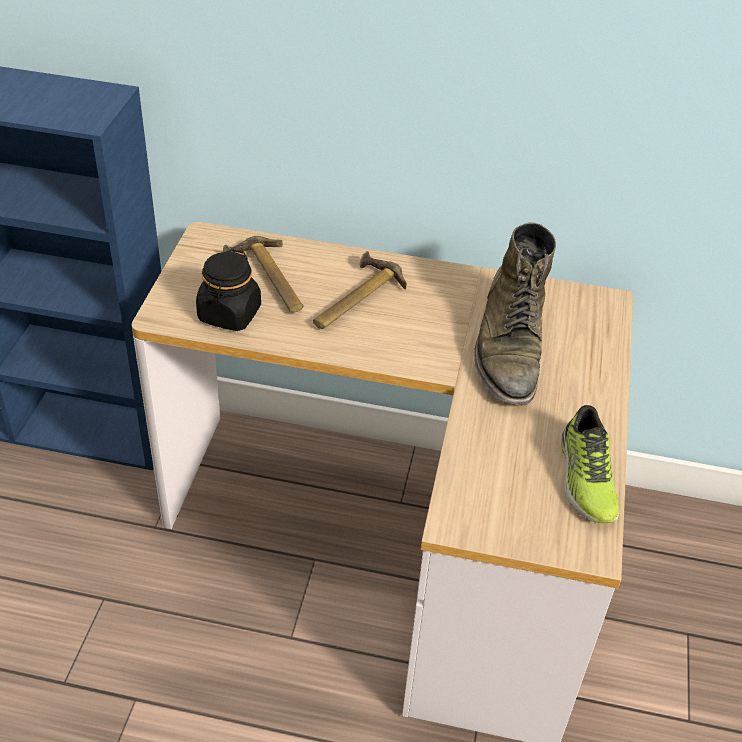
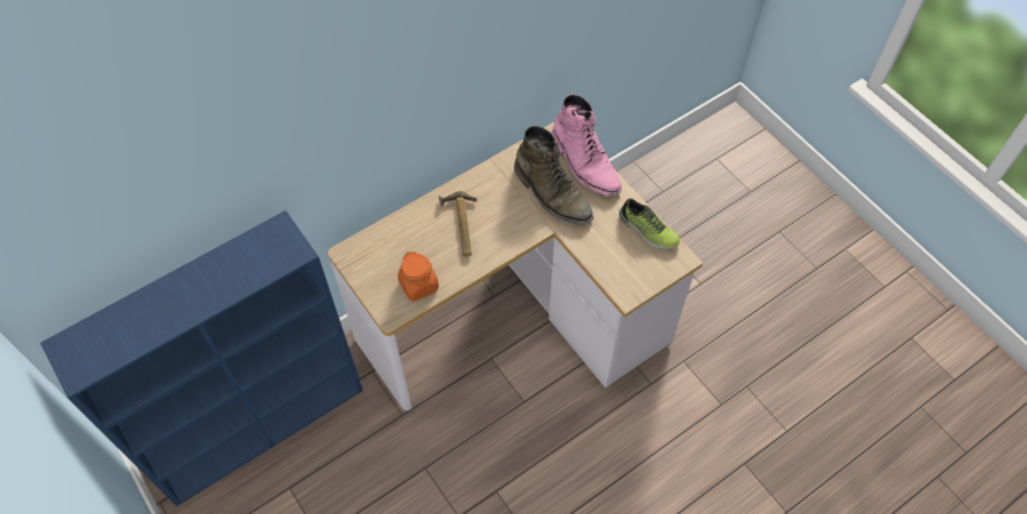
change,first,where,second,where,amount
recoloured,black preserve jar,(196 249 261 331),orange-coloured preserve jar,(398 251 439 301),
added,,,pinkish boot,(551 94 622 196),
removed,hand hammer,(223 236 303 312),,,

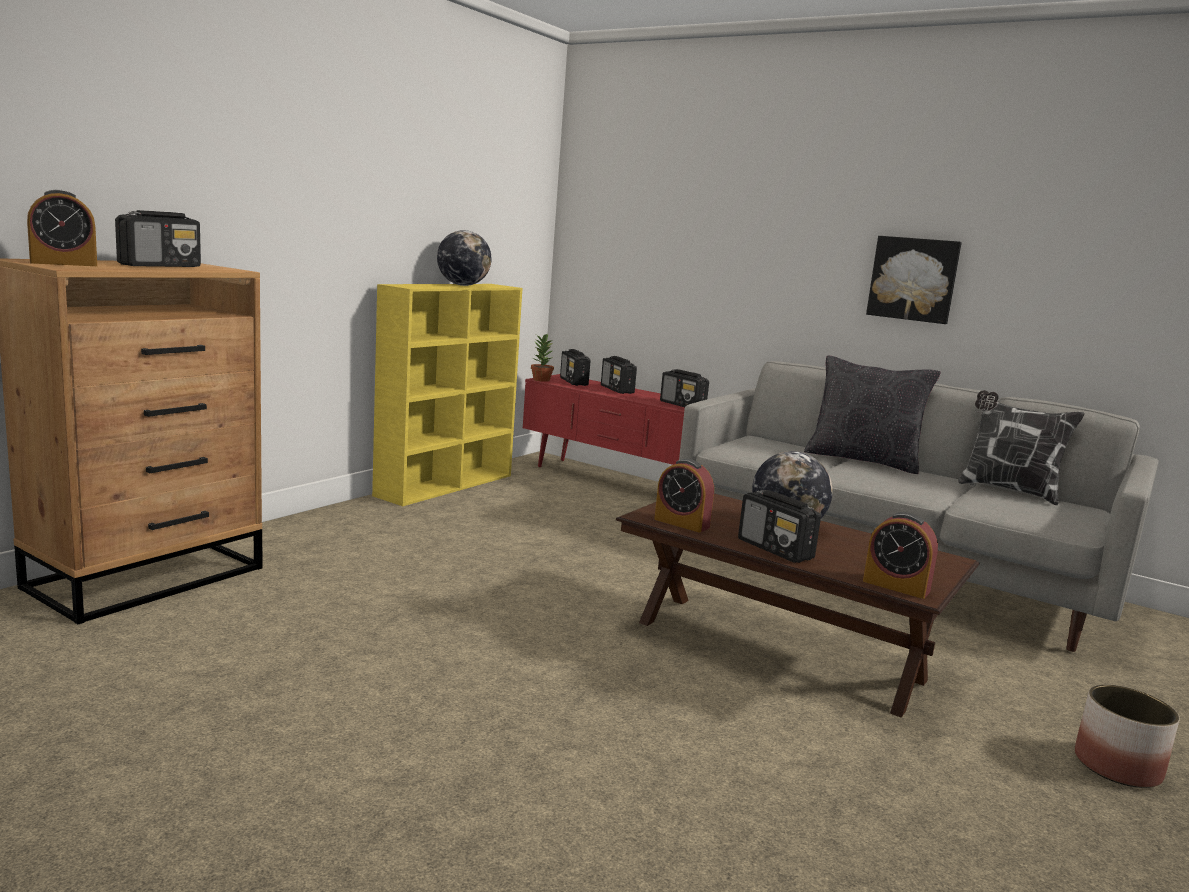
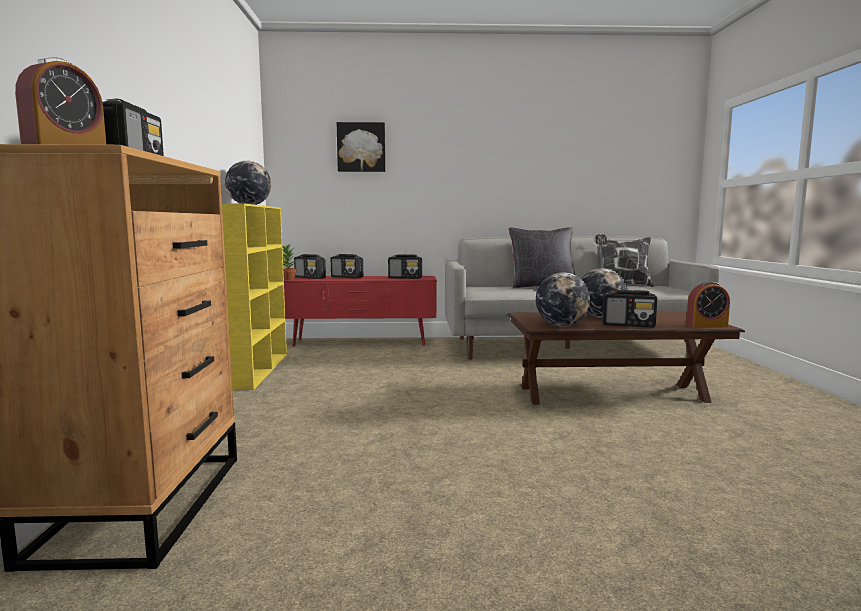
change,first,where,second,where,amount
moved,wall art,(866 236 962 324),,(337 122 385 172),
replaced,bedside clock,(654 459 714 532),globe,(536 272 591 326),
removed,planter,(1075 685 1180 788),,,

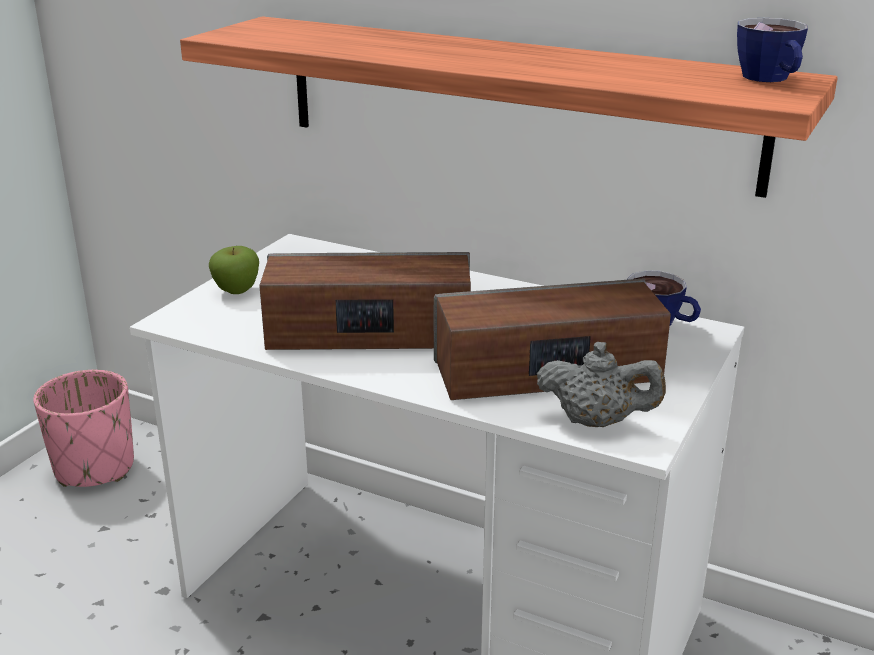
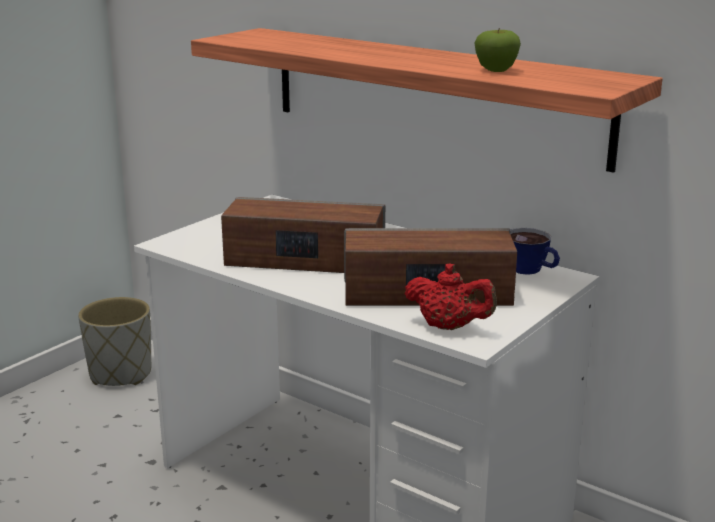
change,first,where,second,where,amount
recoloured,pinkish planter,(33 370 134 487),greyish planter,(78 297 151 386),
recoloured,greyish pot for tea,(537 342 666 427),reddish pot for tea,(404 263 497 330),
moved,apple fruit,(209 246 259 294),,(474 28 521 72),
removed,small cup,(737 18 808 82),,,

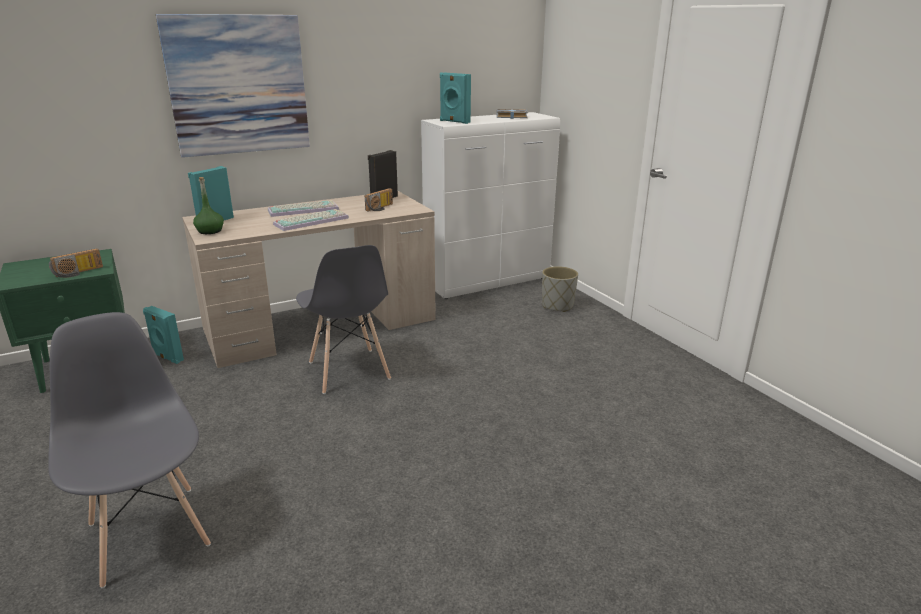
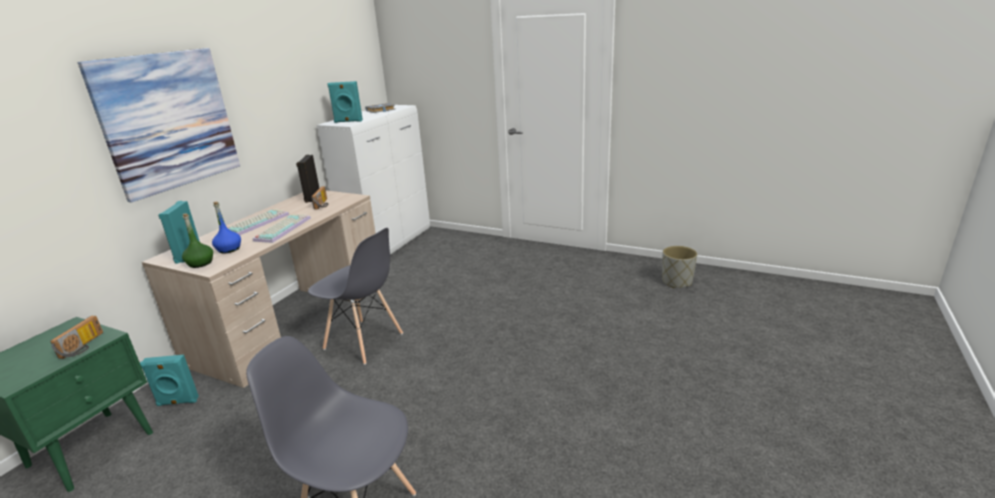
change,first,where,second,where,amount
added,,,bluish beverage bottle,(212 202 241 253),
moved,greyish planter,(542 266 578 312),,(662 246 697 288),

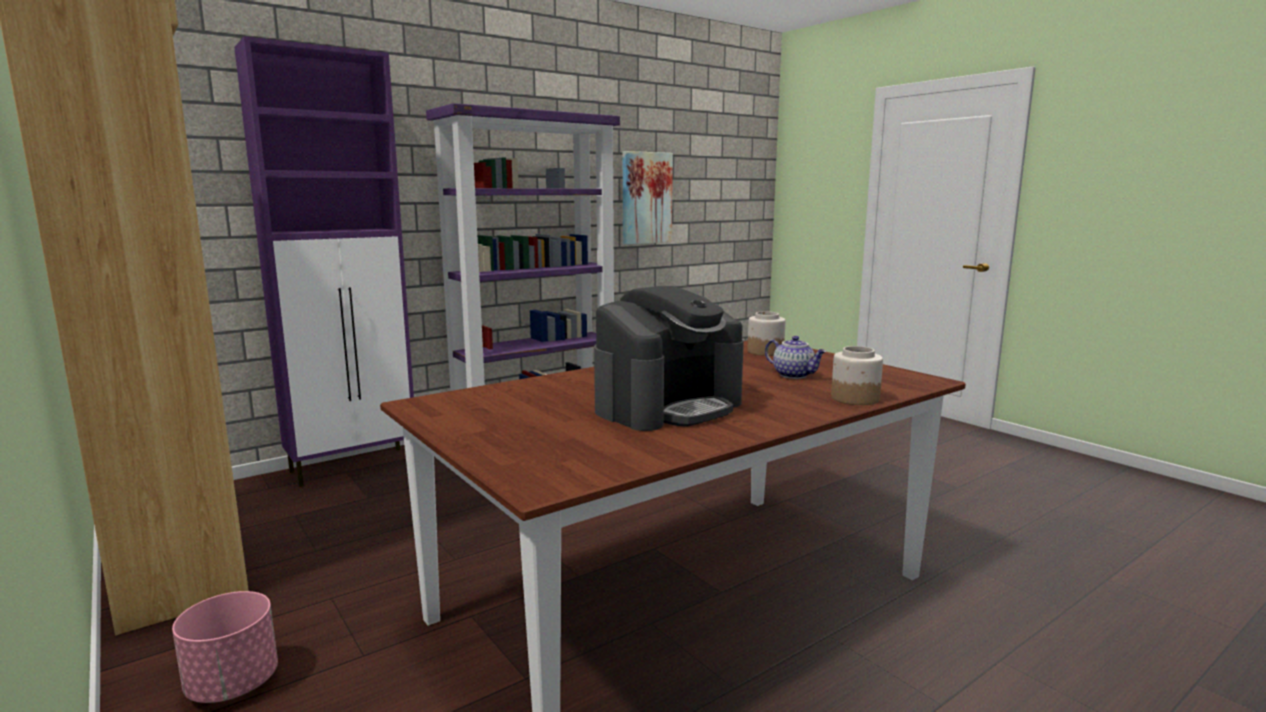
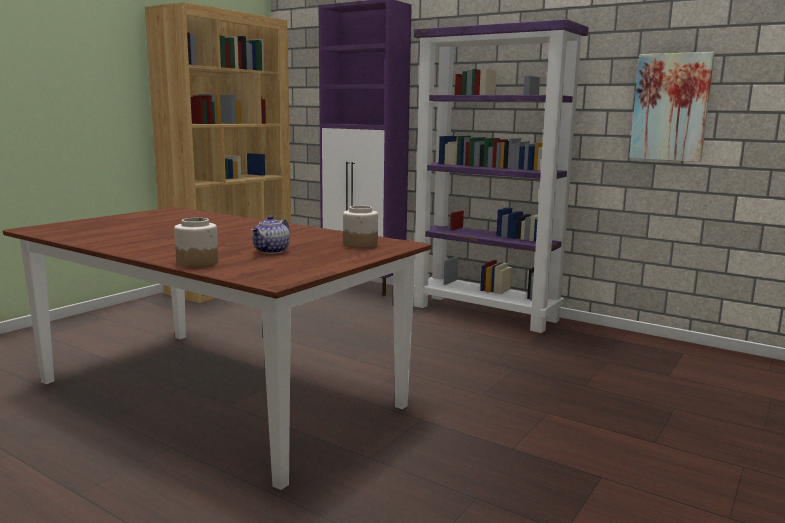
change,first,where,second,where,amount
removed,pinkish planter,(172 591 278 703),,,
removed,coffee maker,(594 286 744 431),,,

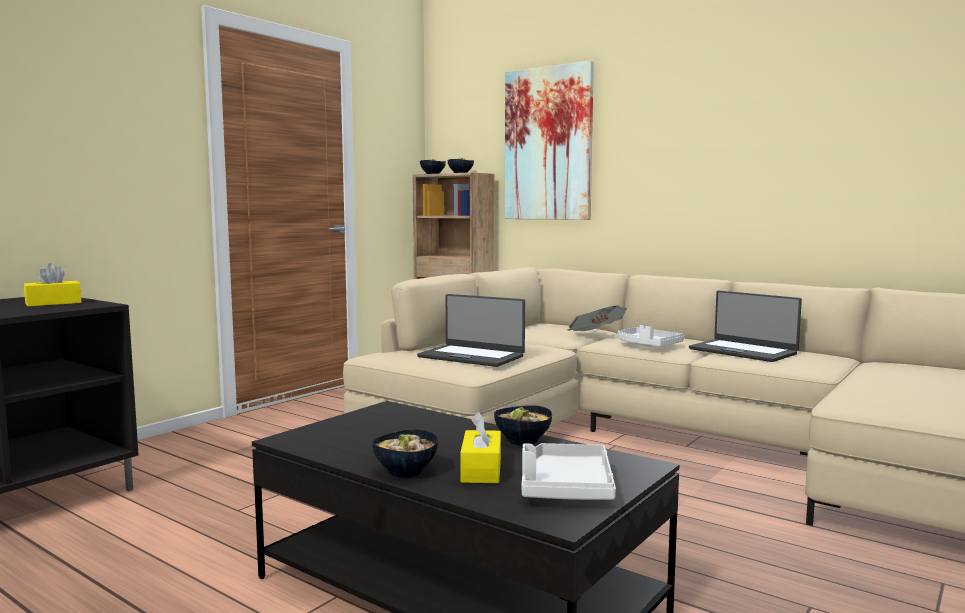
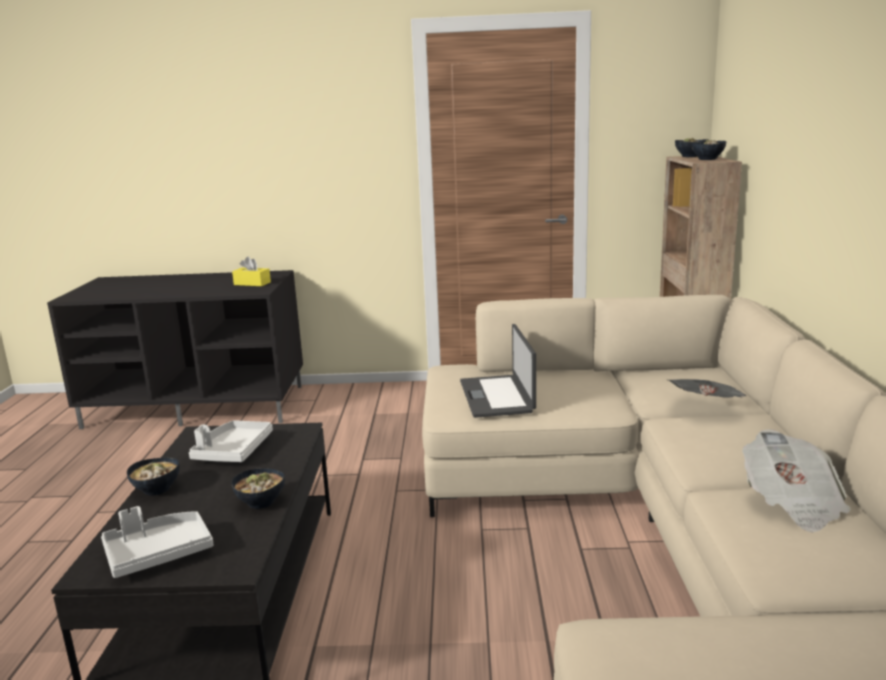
change,first,where,second,where,amount
moved,white serving tray,(617 325 684 347),,(189 420 273 462),
replaced,notebook computer,(689 291 802 362),printed paper,(742 429 851 533),
removed,yellowish box of tissues,(460 412 501 483),,,
removed,wall art,(505 60 594 220),,,

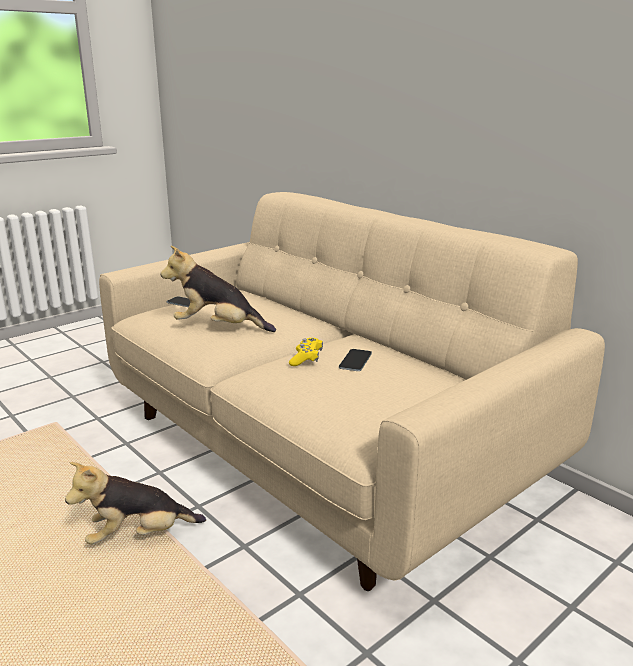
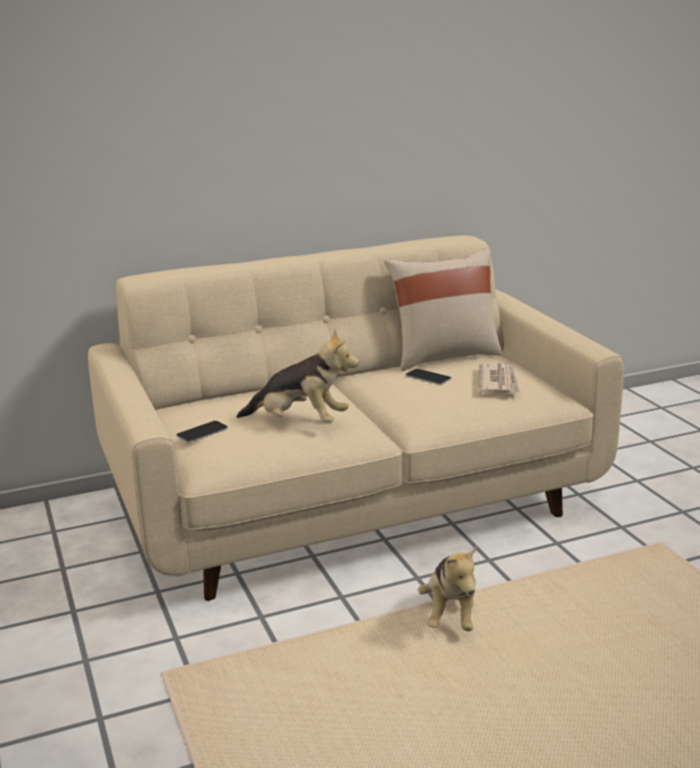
change,first,where,second,where,amount
turned,plush toy,(161 246 276 332),,(236 329 359 422),105 degrees counterclockwise
added,,,sand-coloured pillow,(385 247 502 371),
added,,,printed paper,(479 363 520 394),
removed,yellowish joypad,(289 338 323 366),,,

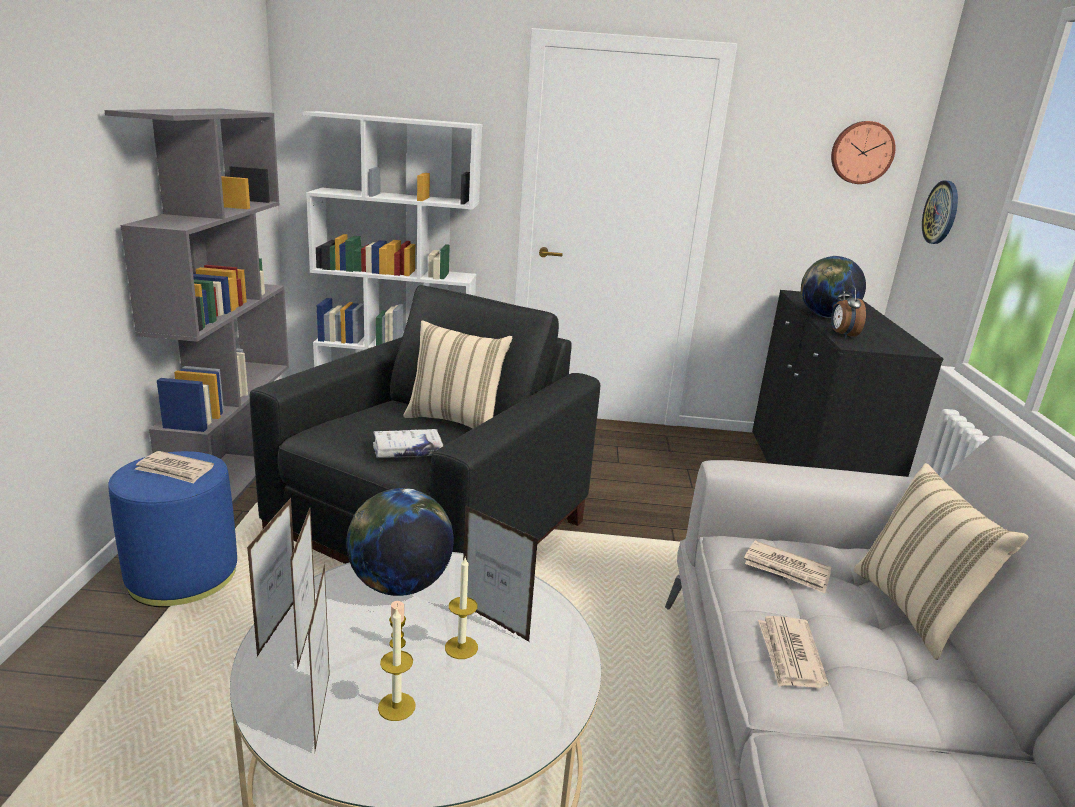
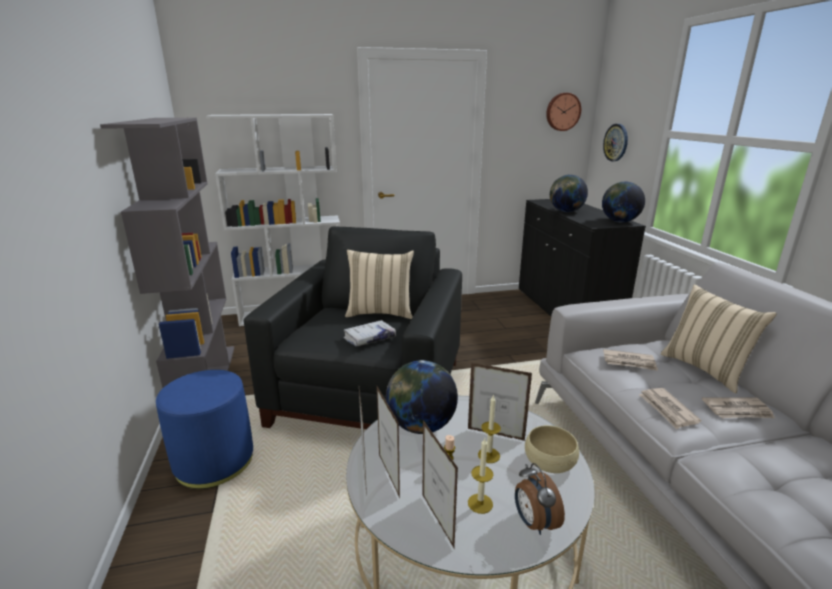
change,first,where,second,where,amount
moved,bedside clock,(831 285 866 338),,(515 463 565 535),
added,,,sand-coloured serving bowl,(525 425 579 473),
added,,,globe,(602 181 645 223),
moved,printed paper,(135 451 214 483),,(702 397 775 418),

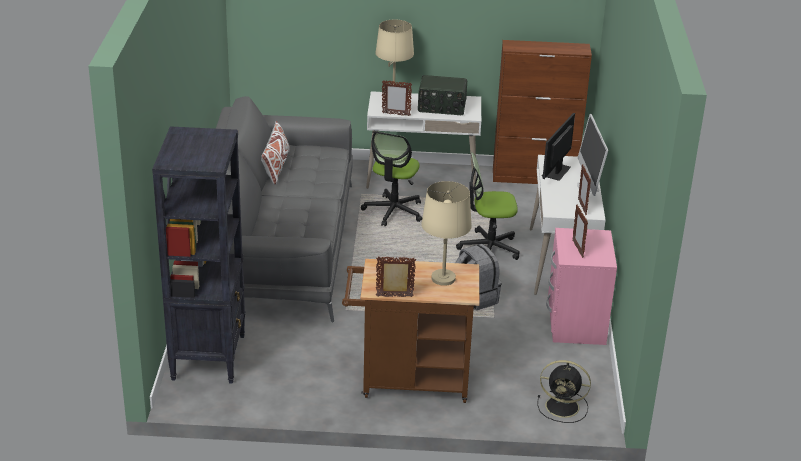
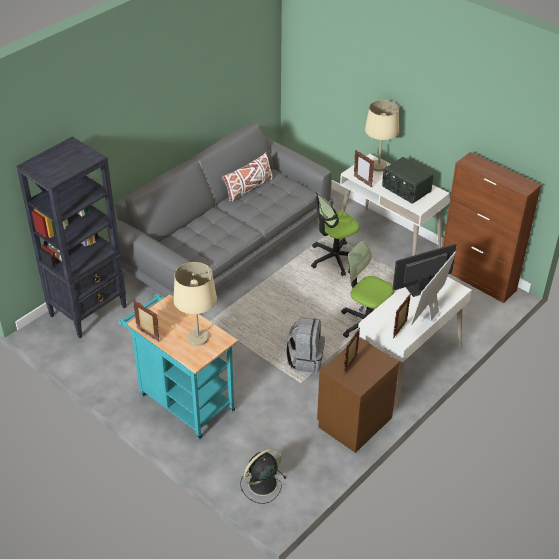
change,first,where,second,where,amount
recoloured,brownish wheeled cart,(342 259 479 403),turquoise wheeled cart,(119 294 238 439),
turned,black fan,(537 360 591 423),,(240 448 286 504),90 degrees clockwise
recoloured,pinkish nightstand,(546 228 617 345),brownish nightstand,(317 337 399 453),

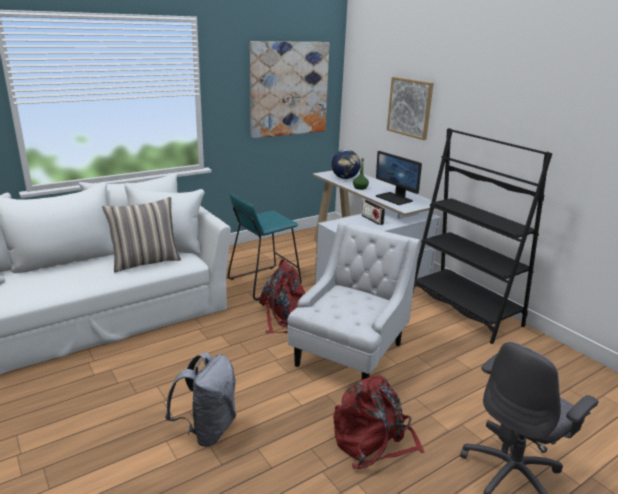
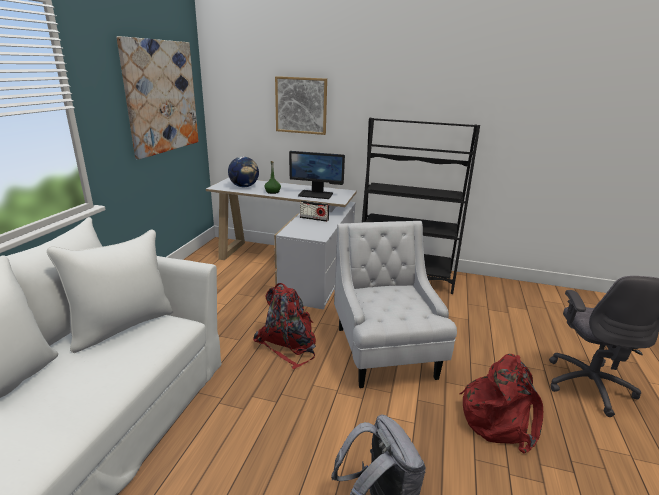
change,first,where,second,where,amount
removed,pillow,(102 197 181 272),,,
removed,turquoise stool,(228 193 302 301),,,

